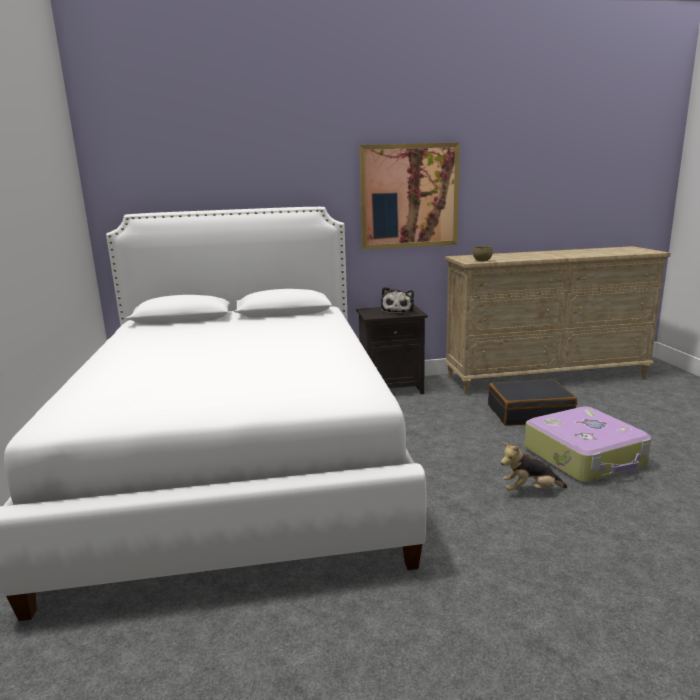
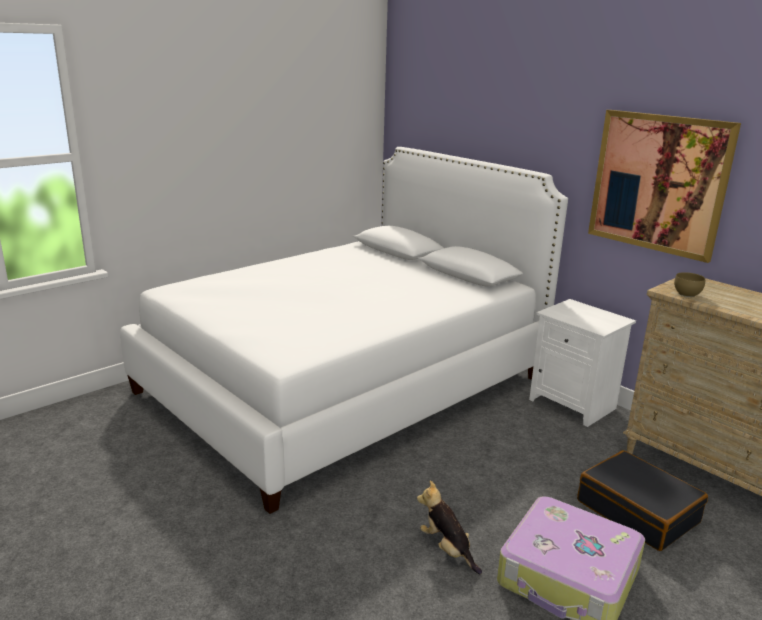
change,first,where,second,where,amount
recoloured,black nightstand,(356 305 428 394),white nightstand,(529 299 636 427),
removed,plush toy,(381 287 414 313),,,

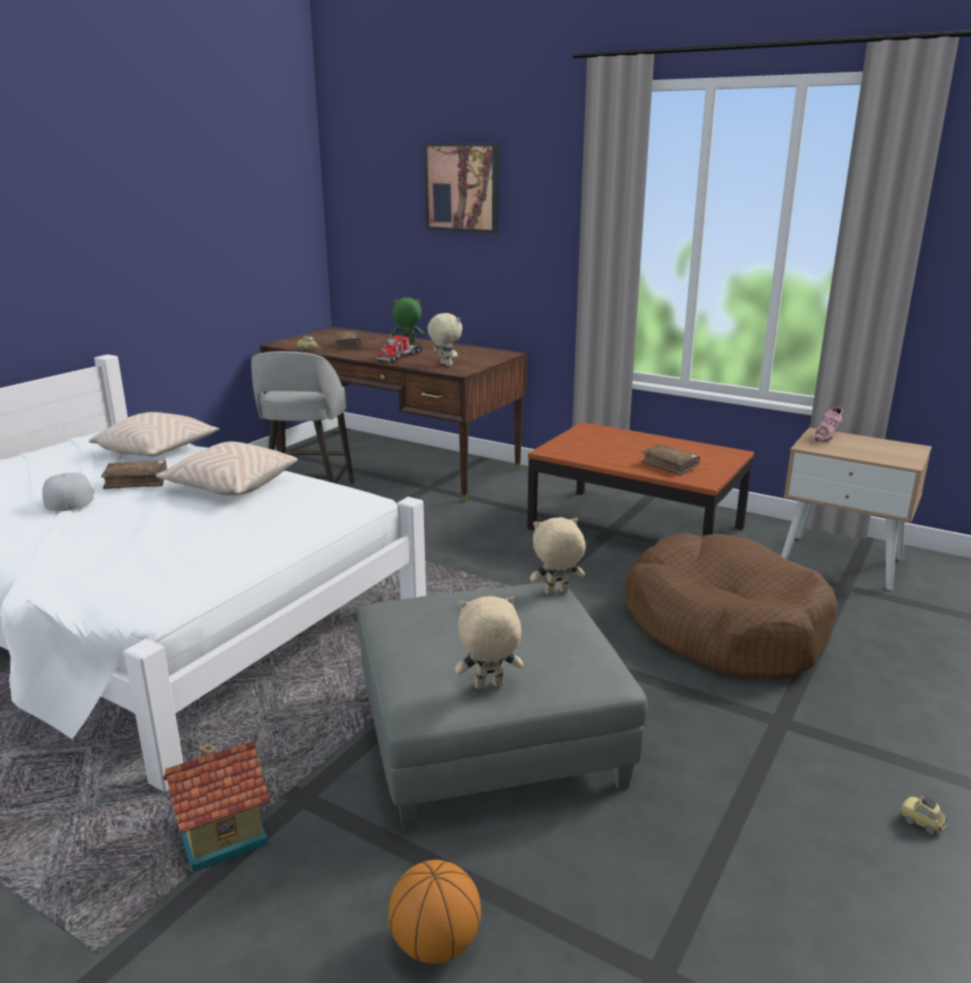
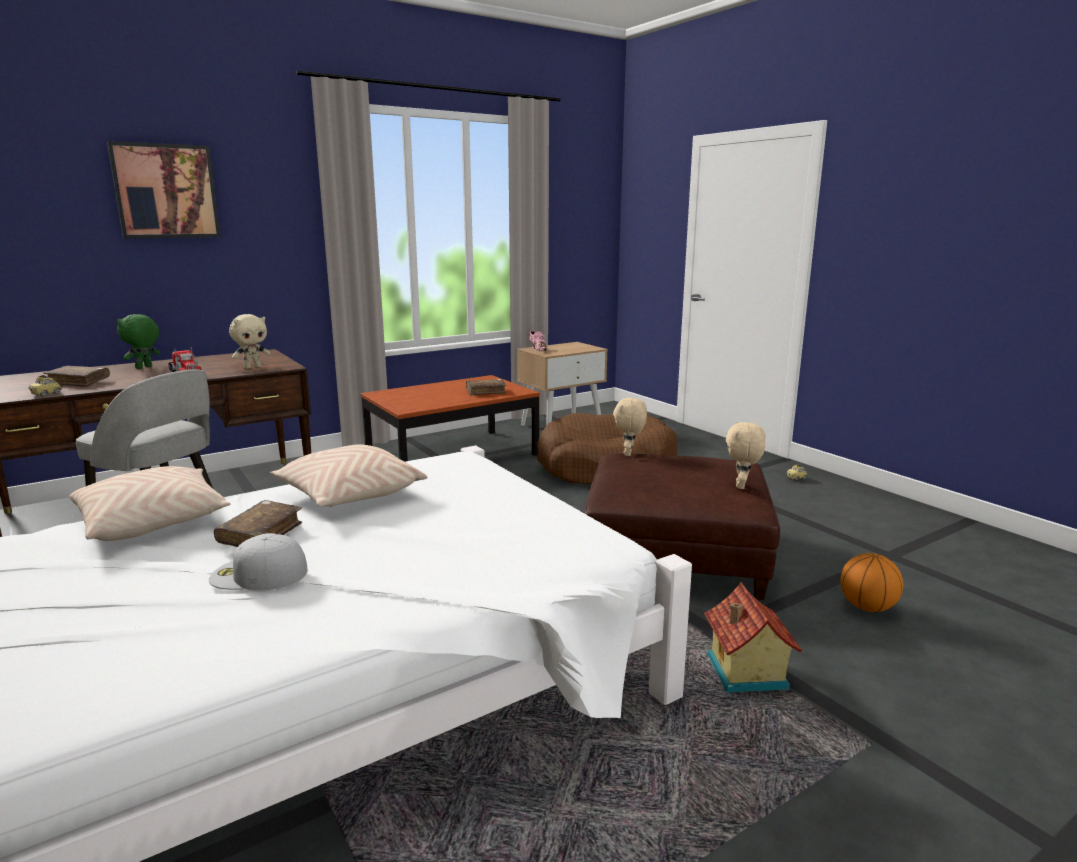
change,first,where,second,where,amount
turned,sand-coloured plush toy,(427 313 462 366),,(229 314 270 369),150 degrees clockwise
recoloured,greyish ottoman,(357 582 648 830),brownish ottoman,(584 453 780 600),

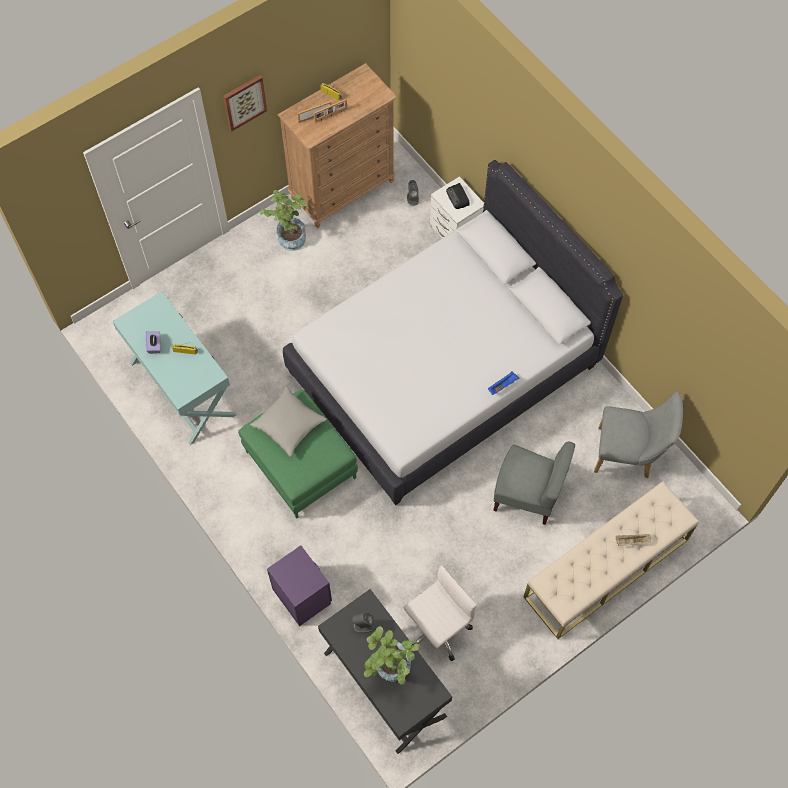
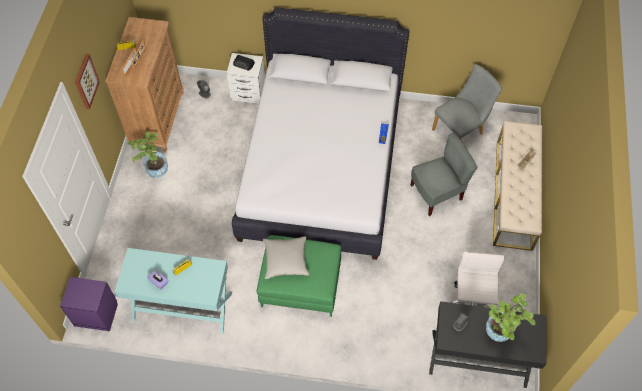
change,first,where,second,where,amount
moved,purple nightstand,(267 546 332 626),,(60 277 118 331),

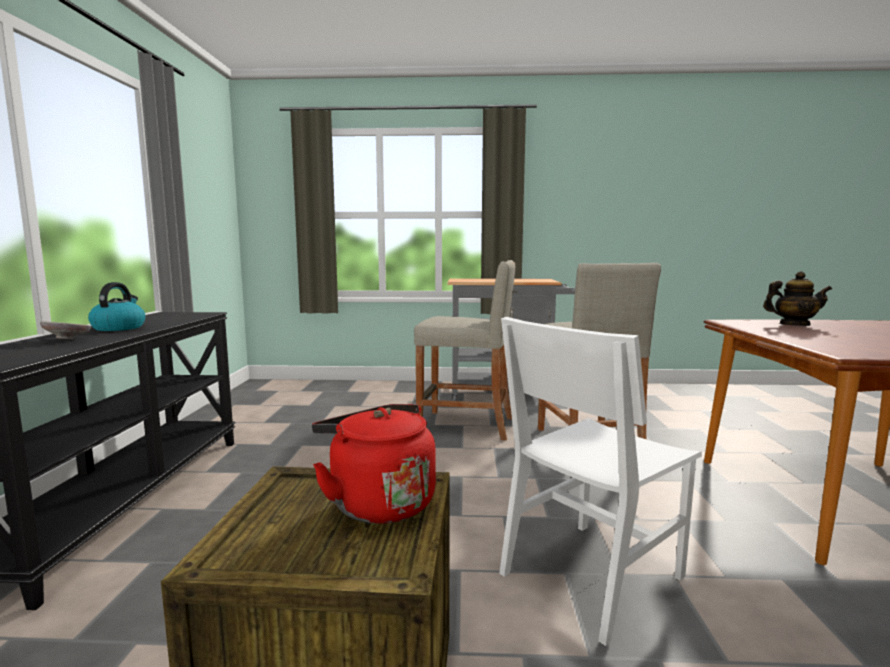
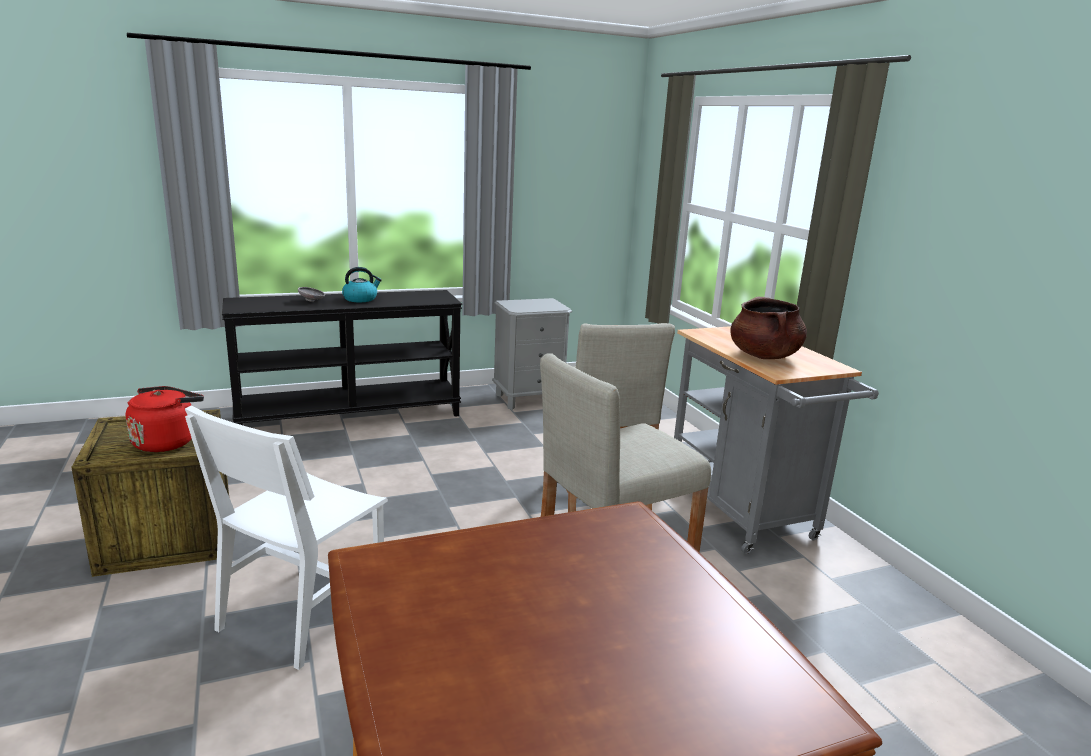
change,first,where,second,where,amount
turned,white plain chair,(499 317 702 646),,(185 405 388 670),90 degrees counterclockwise
added,,,greyish nightstand,(492 298 572 410),
added,,,brownish saucepot,(730 297 807 359),
removed,pot for tea,(763 271 832 326),,,

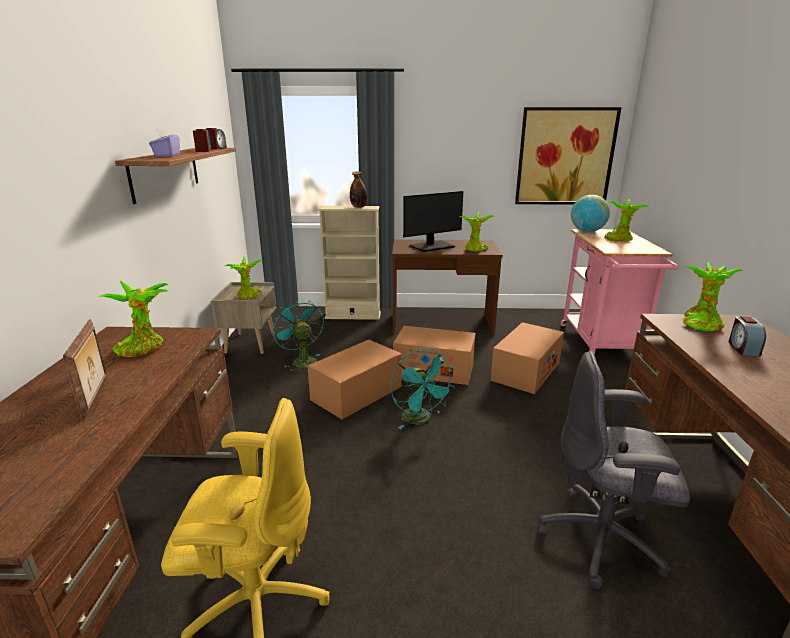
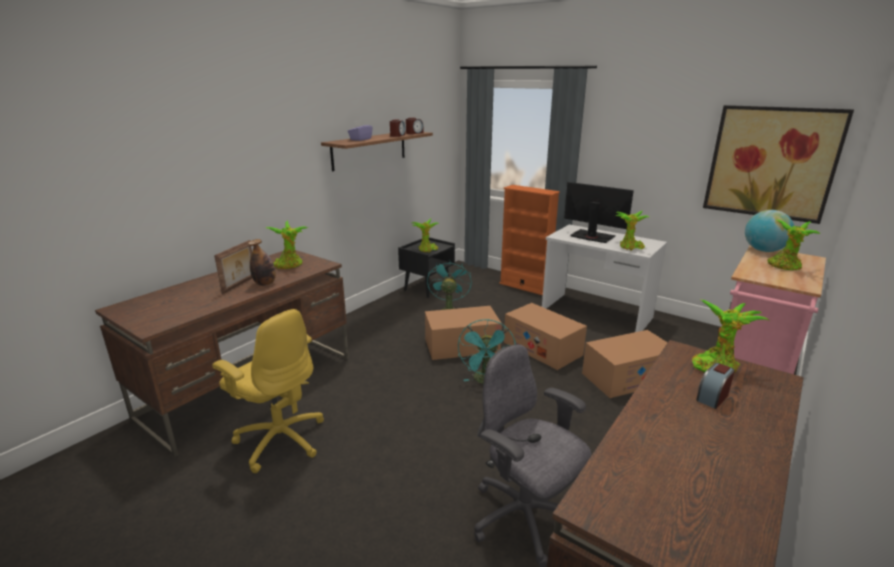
change,first,where,second,where,amount
moved,beverage bottle,(350 171 368 208),,(248 239 276 286),
recoloured,sand-coloured nightstand,(211 282 277 354),black nightstand,(398 237 455 298),
recoloured,sand-coloured bookshelf,(318 206 381 320),orange-coloured bookshelf,(499 185 560 295),
recoloured,brownish desk table,(392 240 503 335),white desk table,(542 225 667 332),
turned,monitor,(403 191 463 252),,(564 182 634 243),150 degrees counterclockwise

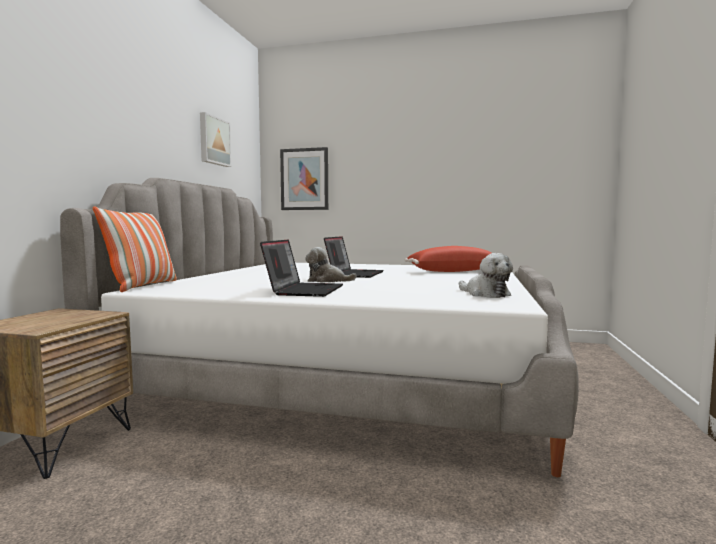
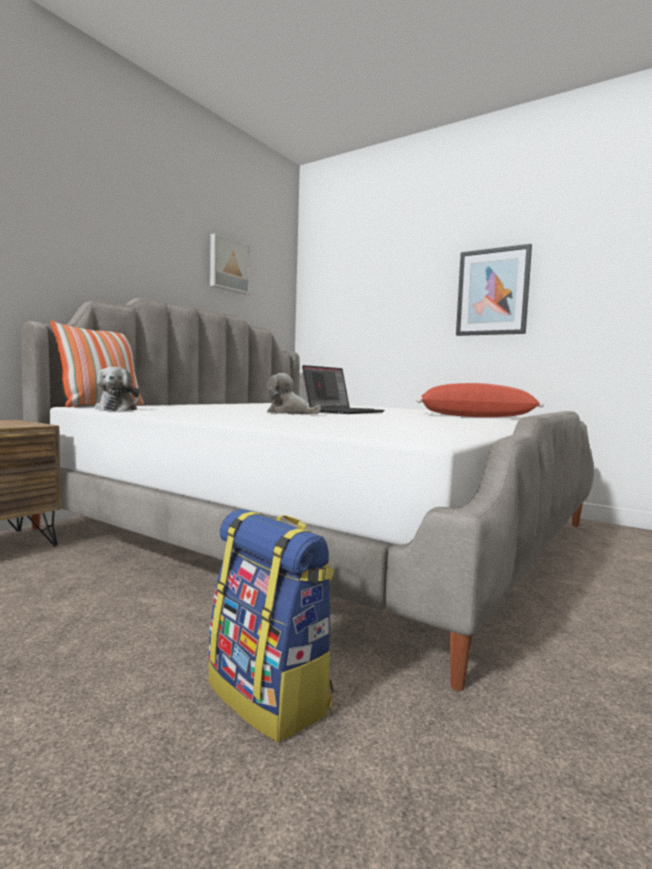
change,first,where,second,where,amount
moved,plush toy,(459 253 513 298),,(95 367 139 411),
added,,,backpack,(209 509 334 742),
moved,wall art,(280 147 328 210),,(456 244 532 336),
removed,notebook computer,(260 240 343 297),,,

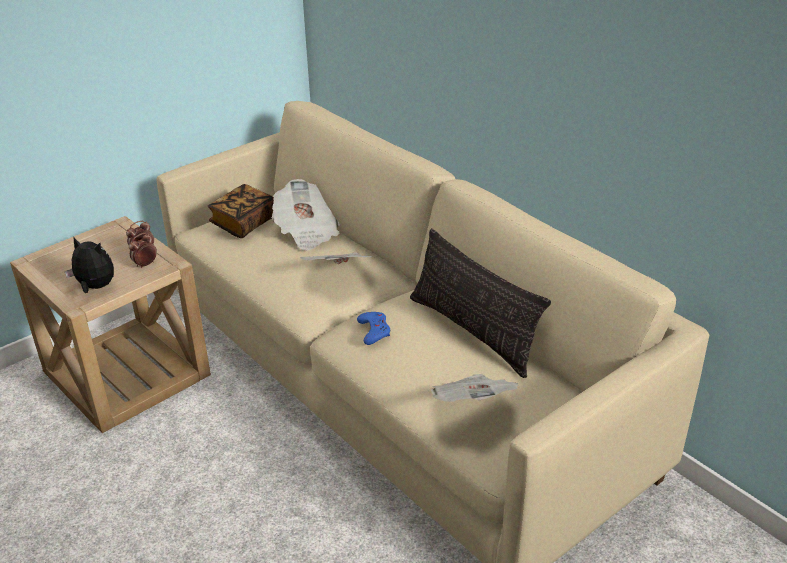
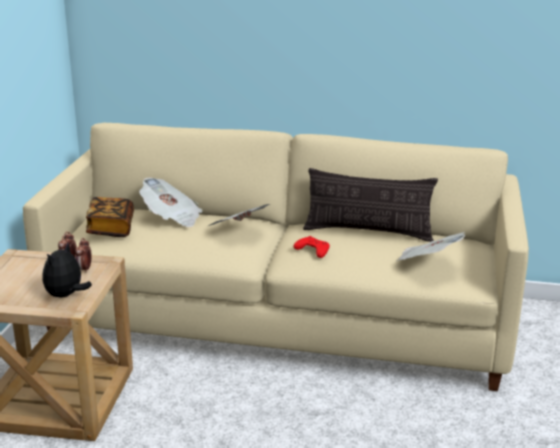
change,first,where,second,where,amount
turned,plush toy,(65 238 114 293),,(42 242 92 298),45 degrees counterclockwise
recoloured,bluish joypad,(357 312 390 345),reddish joypad,(294 236 330 258),

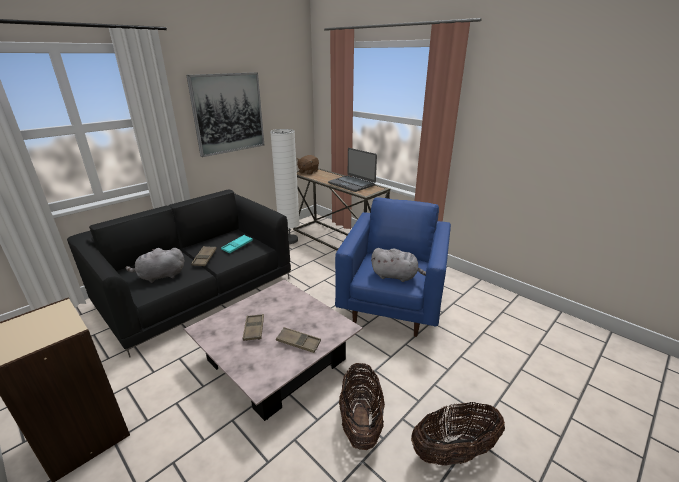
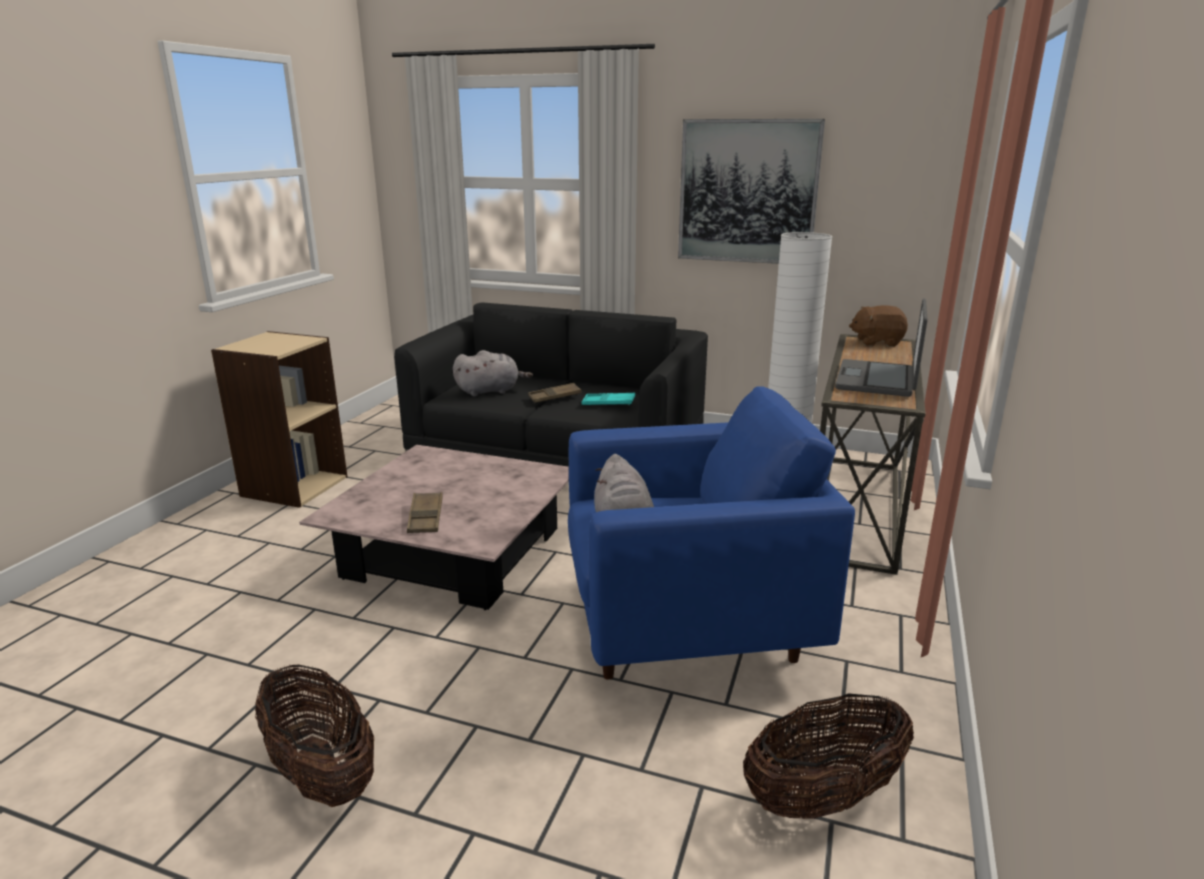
change,first,where,second,where,amount
turned,greyish plush toy,(126 248 184 283),,(453 350 533 396),120 degrees clockwise
moved,household basket,(339 363 385 450),,(743 693 914 819),
removed,brownish serving tray,(243 314 264 341),,,

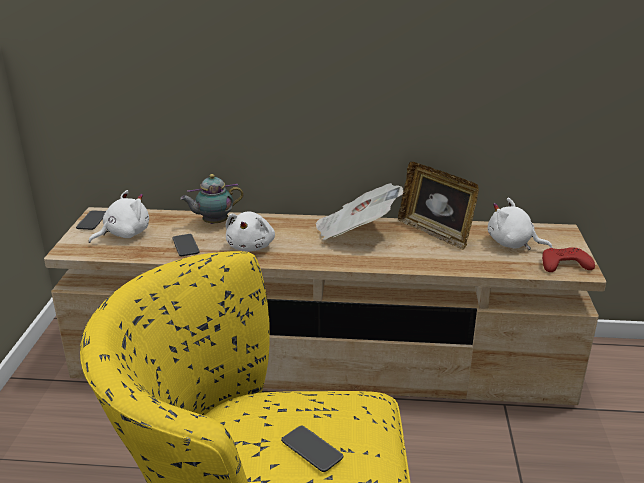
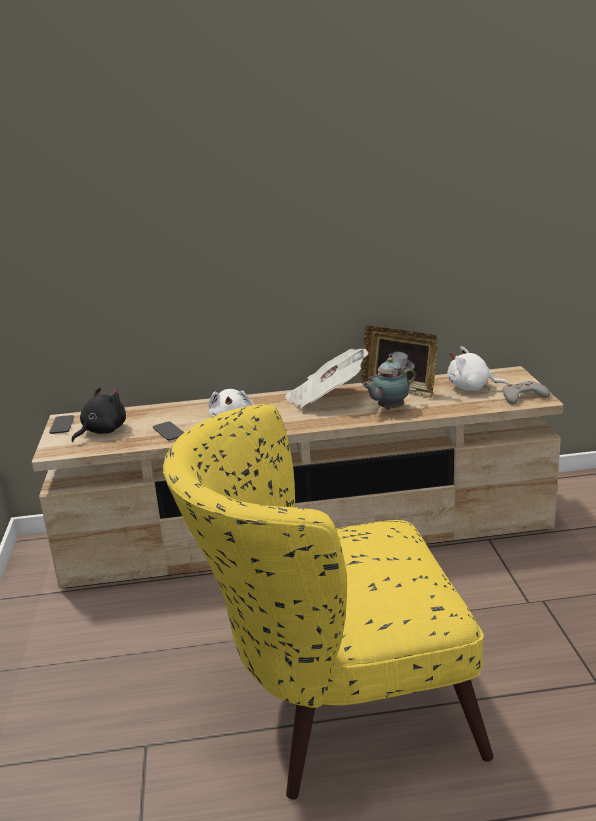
change,first,where,second,where,amount
recoloured,white plush toy,(89 190 149 243),black plush toy,(72 387 126 442),
moved,pot for tea,(180 174 244 224),,(362 358 416 410),
recoloured,reddish joypad,(542 247 595 272),greyish joypad,(503 381 550 404),
removed,telephone,(282 426 344 472),,,

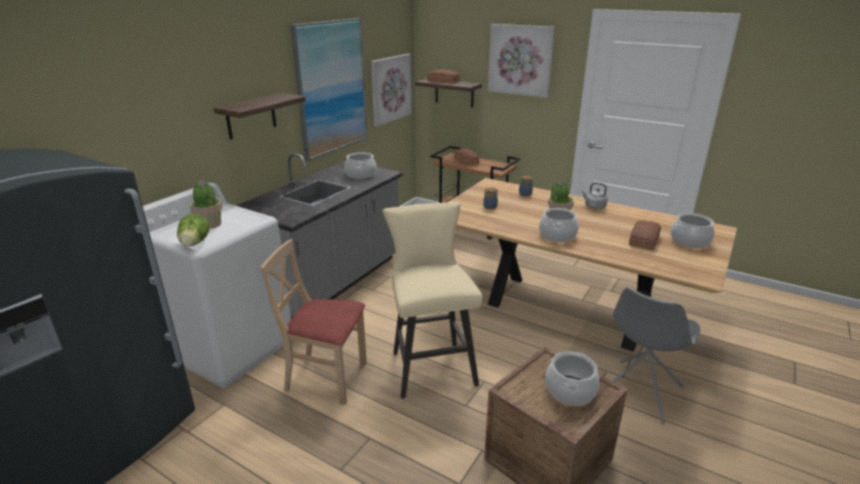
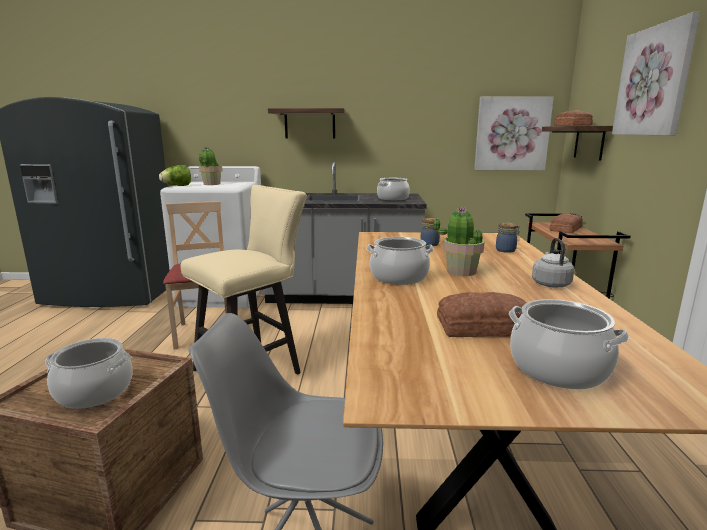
change,first,where,second,where,amount
removed,wall art,(290 18 367 161),,,

